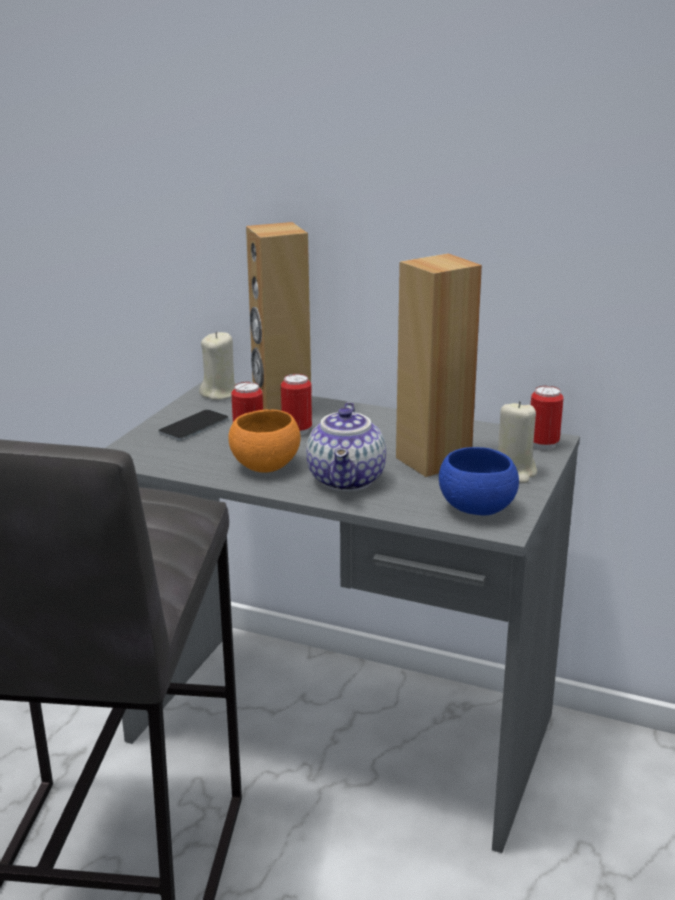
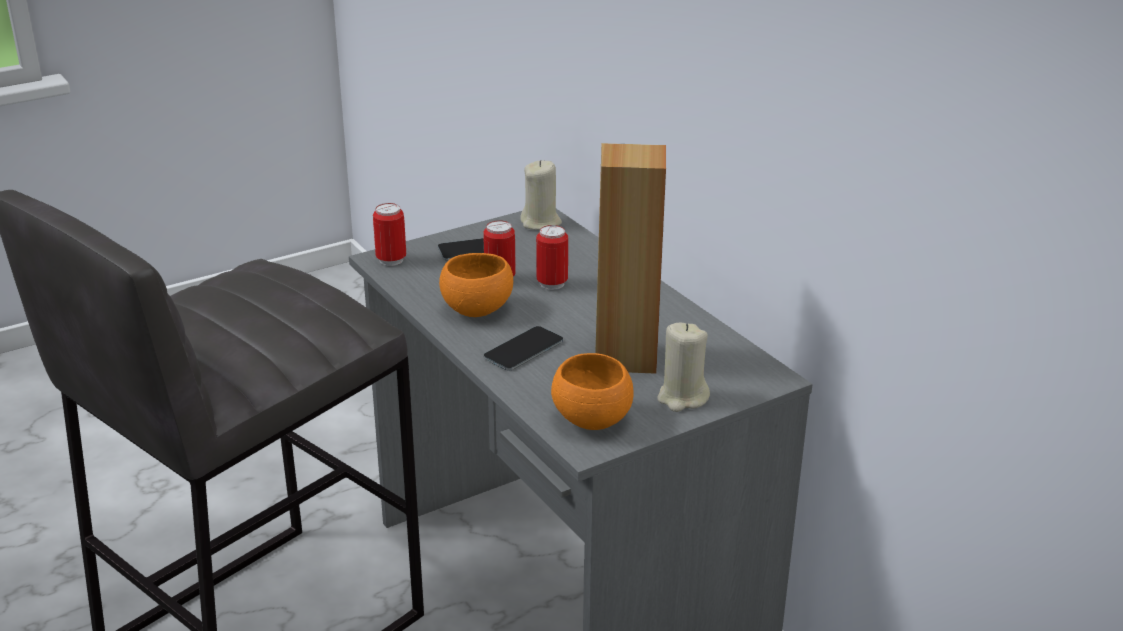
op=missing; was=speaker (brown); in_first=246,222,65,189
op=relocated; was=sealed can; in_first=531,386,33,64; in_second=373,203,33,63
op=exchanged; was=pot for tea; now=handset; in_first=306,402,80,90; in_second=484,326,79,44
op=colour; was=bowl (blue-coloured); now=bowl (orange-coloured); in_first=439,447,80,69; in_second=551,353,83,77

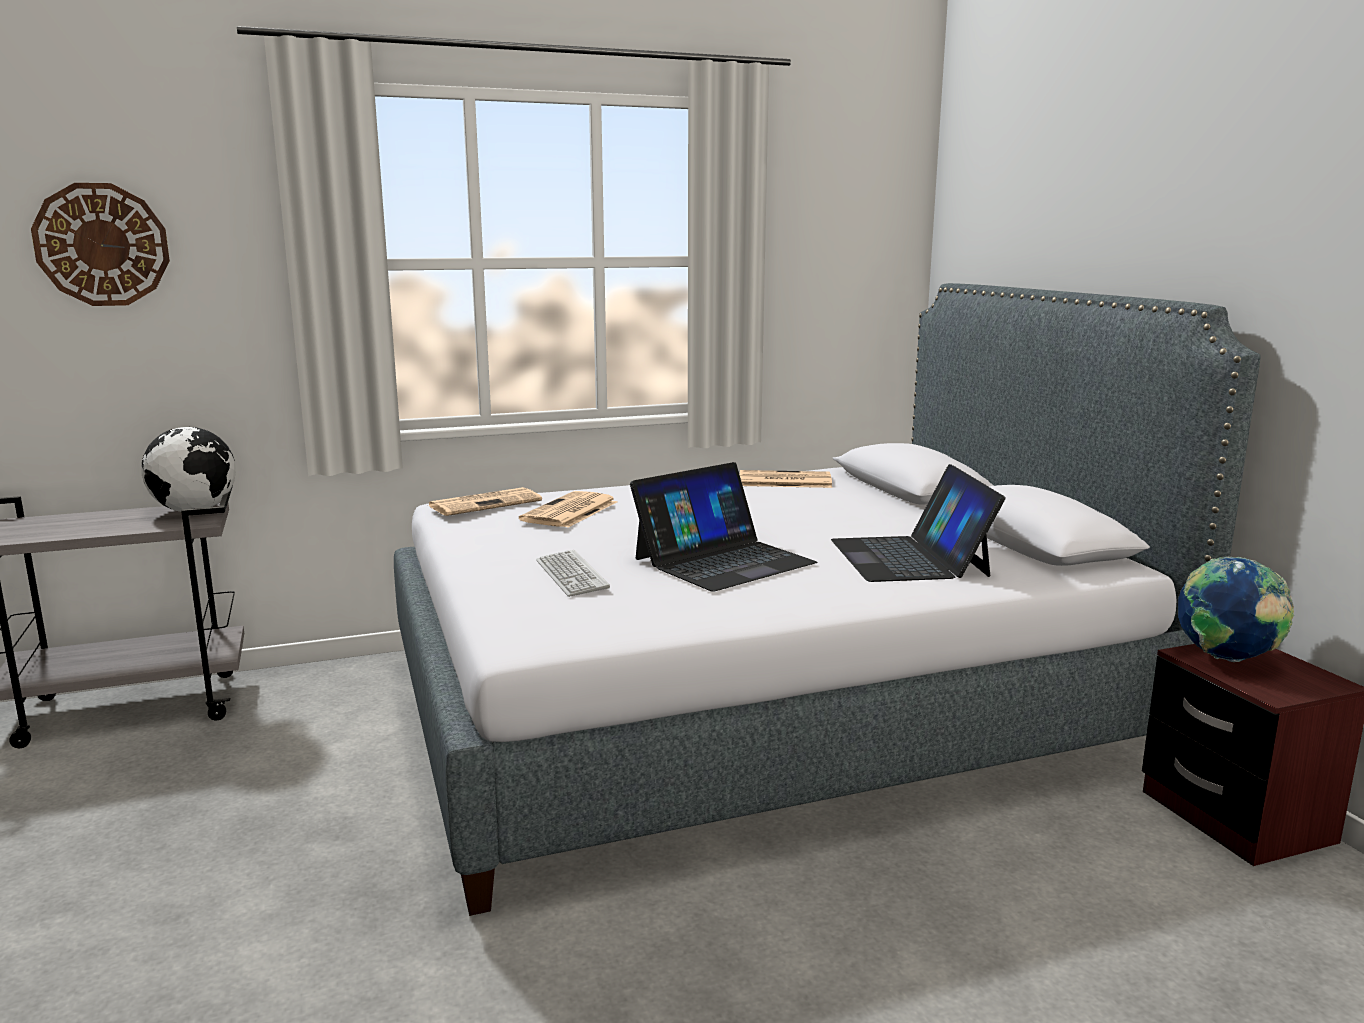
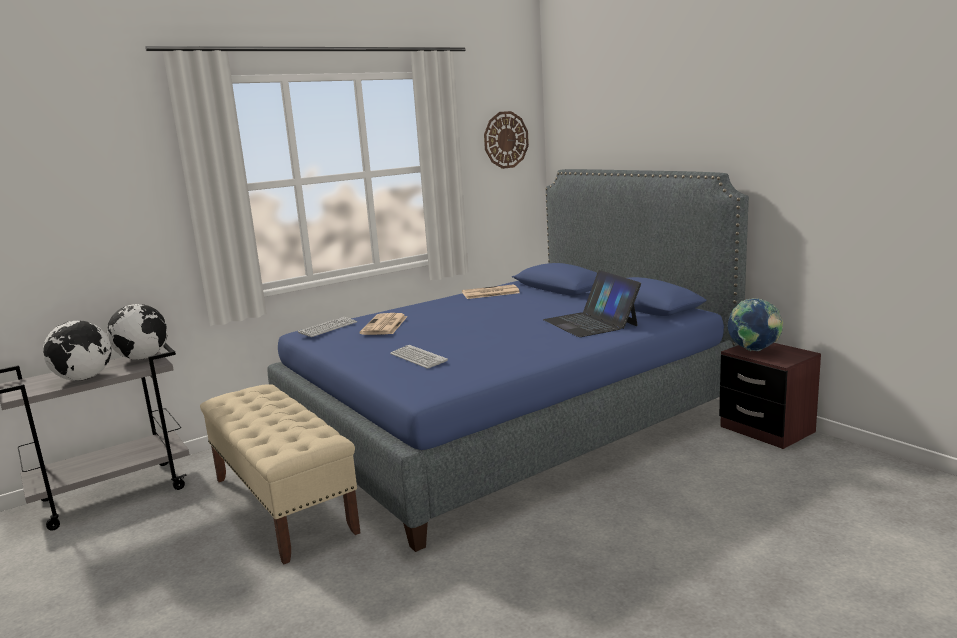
op=missing; was=notebook computer; in_first=630,462,187,130
op=appeared; now=desk globe; in_second=43,321,68,60
op=appeared; now=long seat (sand-coloured); in_second=200,384,160,180
op=relocated; was=hanging clock; in_first=31,183,139,123; in_second=484,111,45,58
op=exchanged; was=printed paper; now=PC keyboard; in_first=427,487,115,29; in_second=298,317,59,20
op=colour; was=bed (greyish); now=bed (blue-coloured); in_first=394,283,867,633; in_second=267,169,482,383

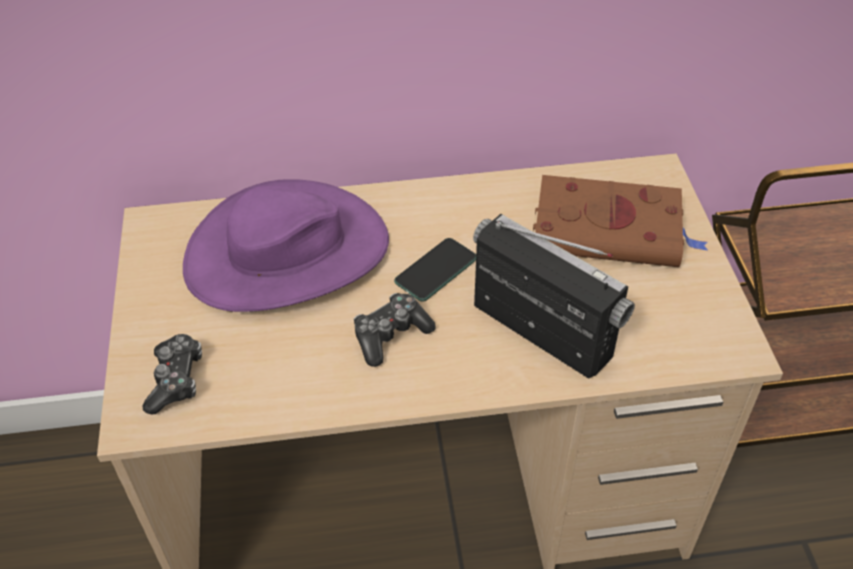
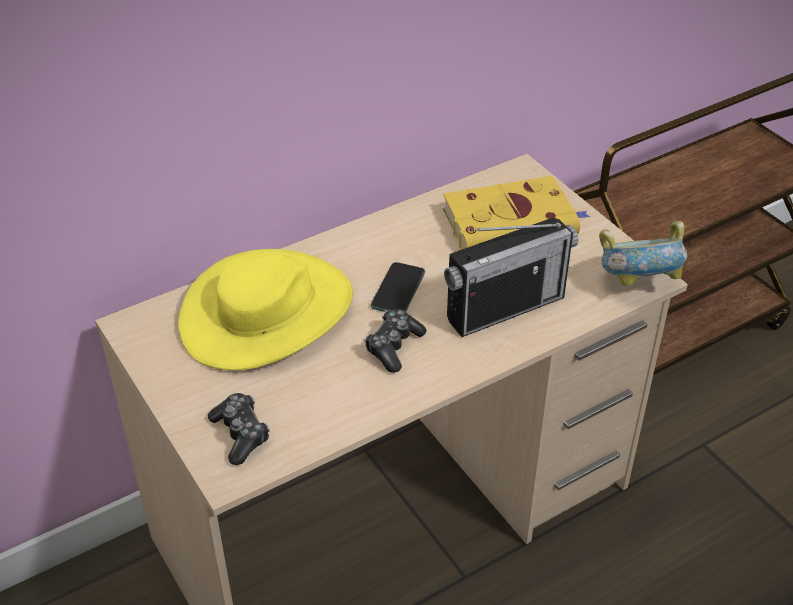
op=appeared; now=bowl; in_second=599,220,88,66
op=colour; was=wearable hat (purple-coloured); now=wearable hat (yellow); in_first=183,179,206,133; in_second=178,249,175,122
op=colour; was=book (brown); now=book (yellow); in_first=533,175,175,92; in_second=443,176,148,74
op=spun; was=radio set; in_first=473,214,162,165; in_second=444,218,134,119; clockwise=135

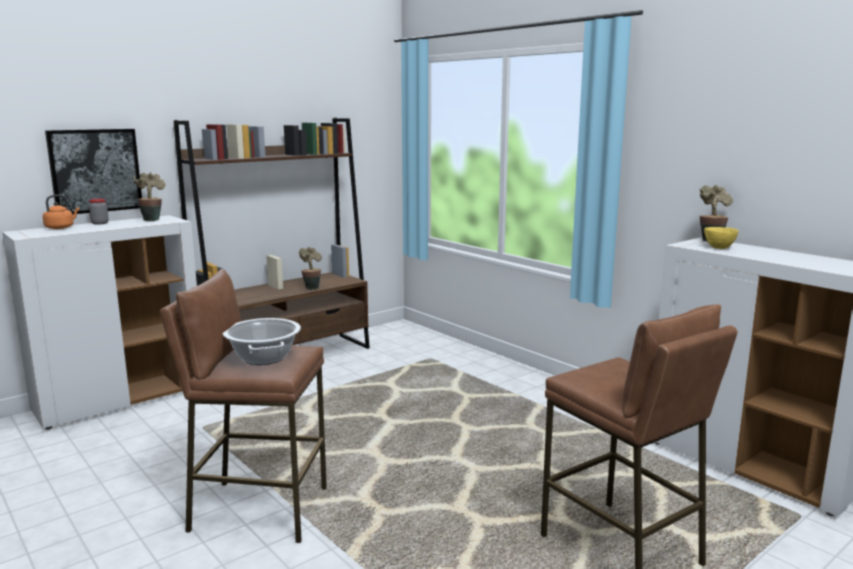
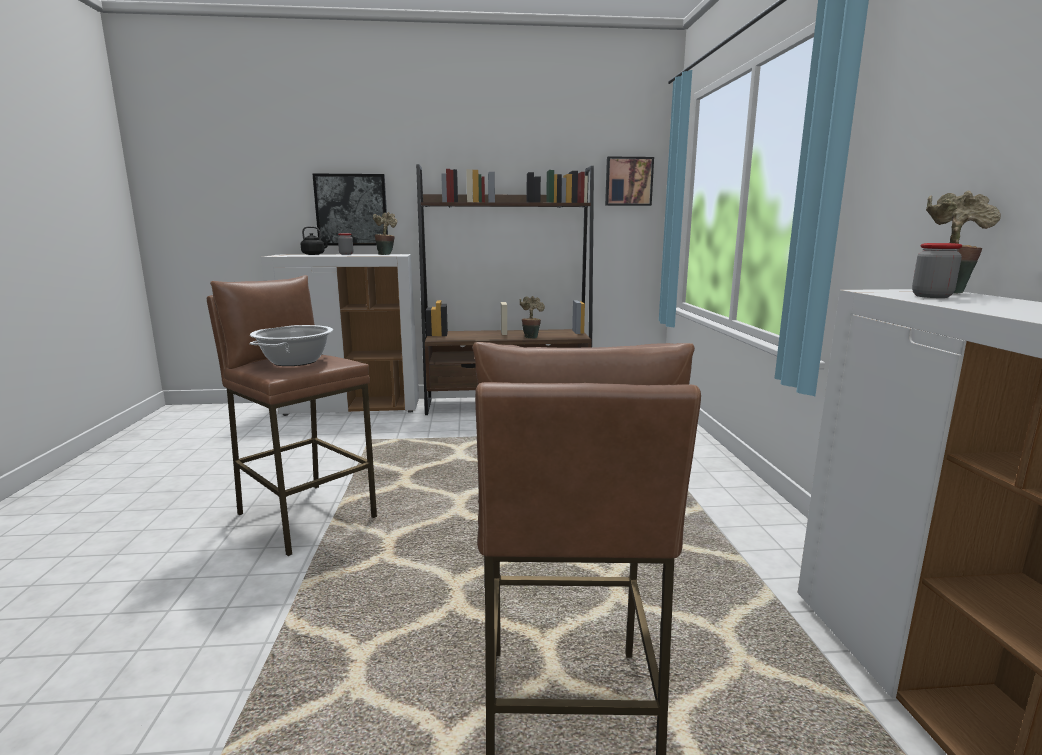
op=appeared; now=wall art; in_second=605,156,49,50
op=exchanged; was=bowl (yellow); now=jar; in_first=704,227,35,22; in_second=912,243,50,55
op=colour; was=water kettle (orange-coloured); now=water kettle (black-coloured); in_first=43,195,37,34; in_second=301,226,29,29

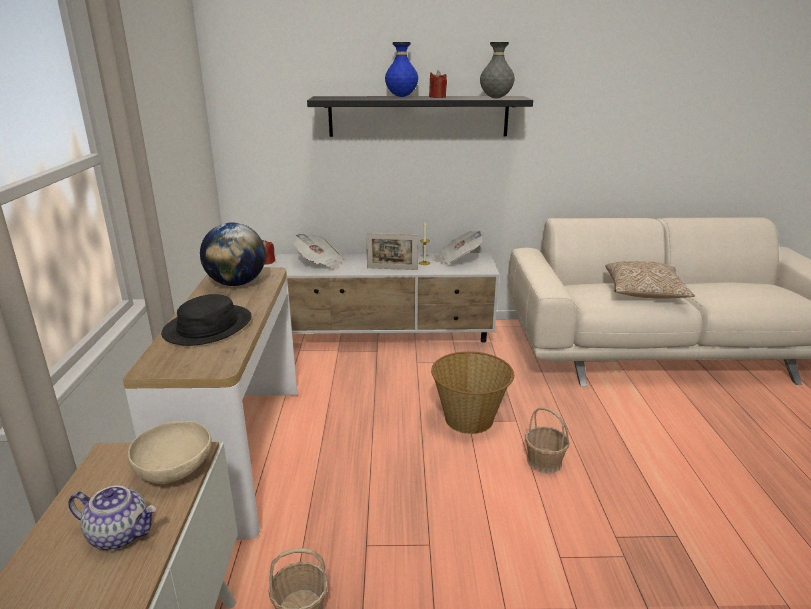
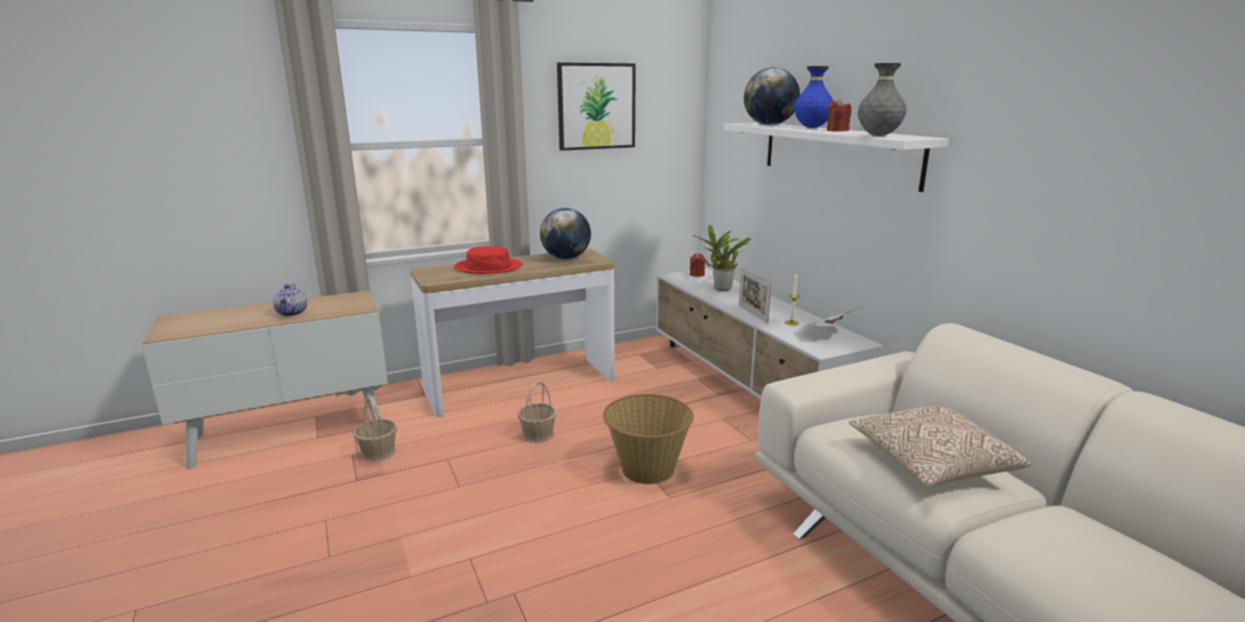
op=missing; was=bowl (sand-coloured); in_first=128,421,84,63
op=appeared; now=wall art; in_second=557,62,79,89
op=appeared; now=desk globe; in_second=744,67,56,58
op=relocated; was=basket; in_first=525,407,44,67; in_second=517,381,40,62
op=exchanged; was=printed paper; now=plant in a pot; in_first=294,233,50,37; in_second=693,225,58,66
op=colour; was=wearable hat (black-coloured); now=wearable hat (reddish); in_first=161,294,91,52; in_second=454,246,68,28
op=colour; was=wall shelf (black-coloured); now=wall shelf (white-coloured); in_first=307,96,226,41; in_second=724,123,225,69

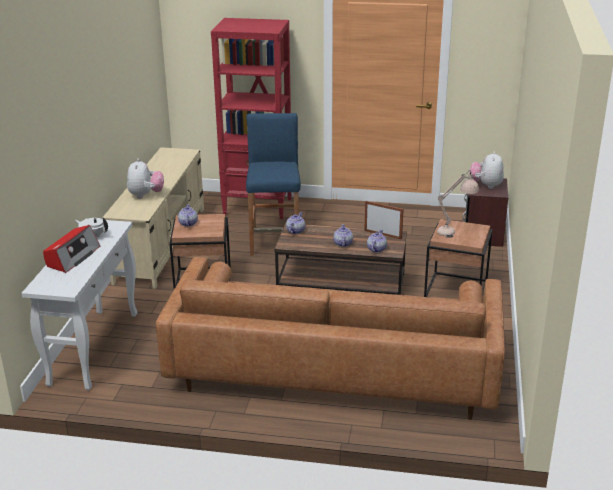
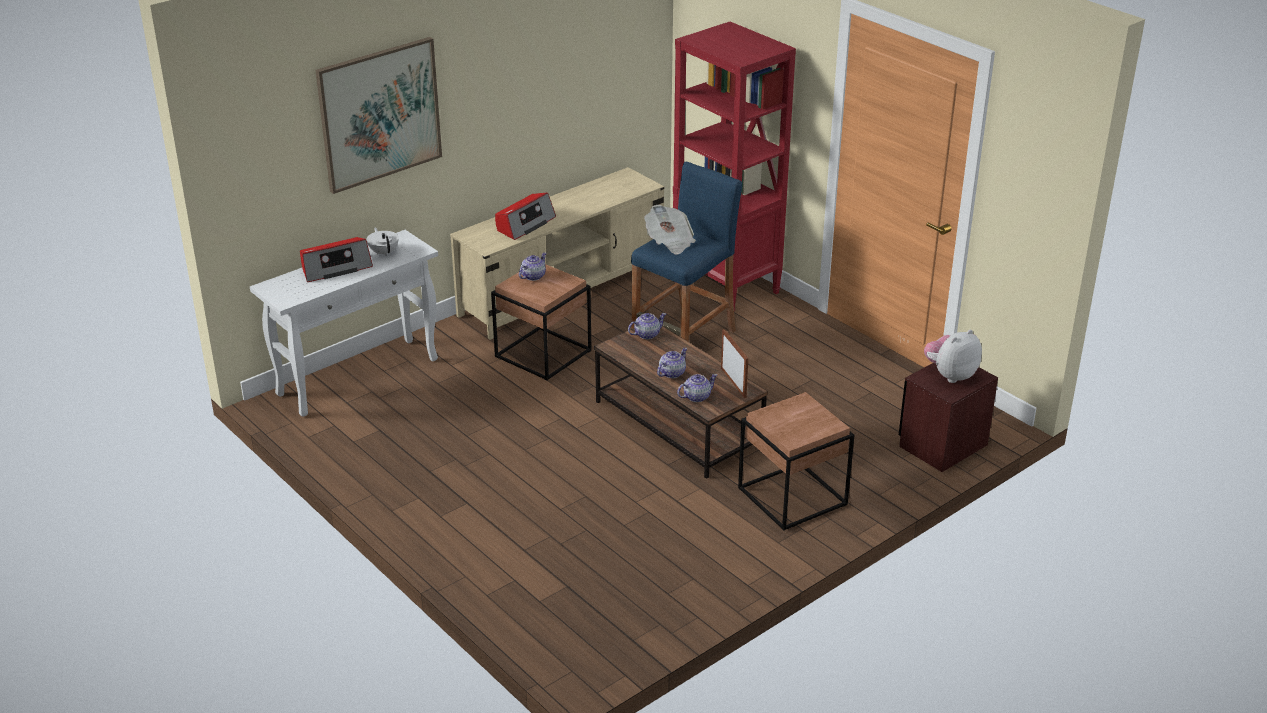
op=missing; was=sofa (brown); in_first=156,257,349,163
op=missing; was=tabletop lamp (sand-coloured); in_first=437,170,42,68
op=appeared; now=wall art; in_second=316,37,126,157
op=appeared; now=printed paper; in_second=644,205,52,50
op=exchanged; was=cuddly toy; now=radio set; in_first=127,158,37,41; in_second=495,193,61,47

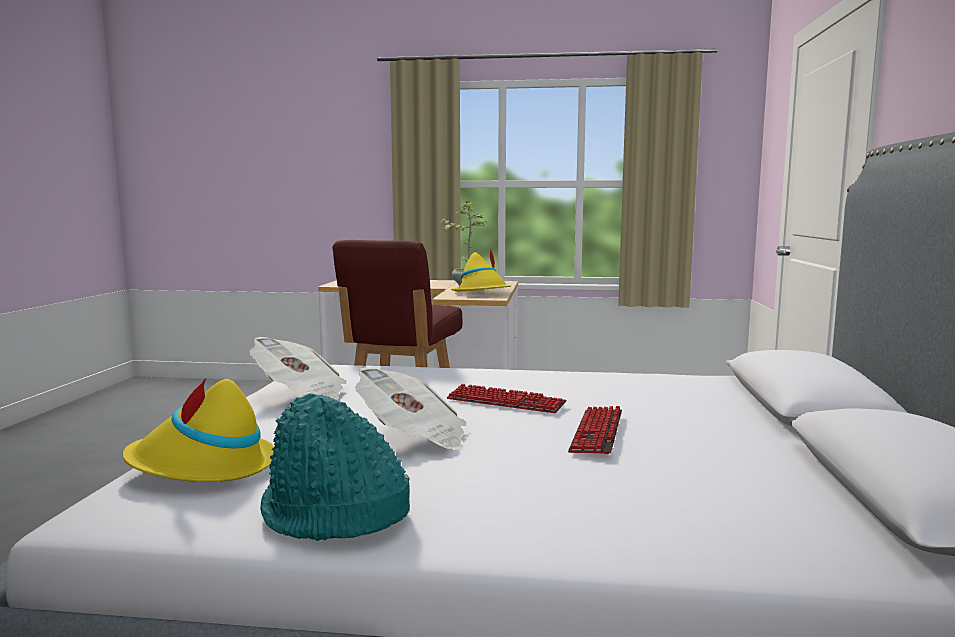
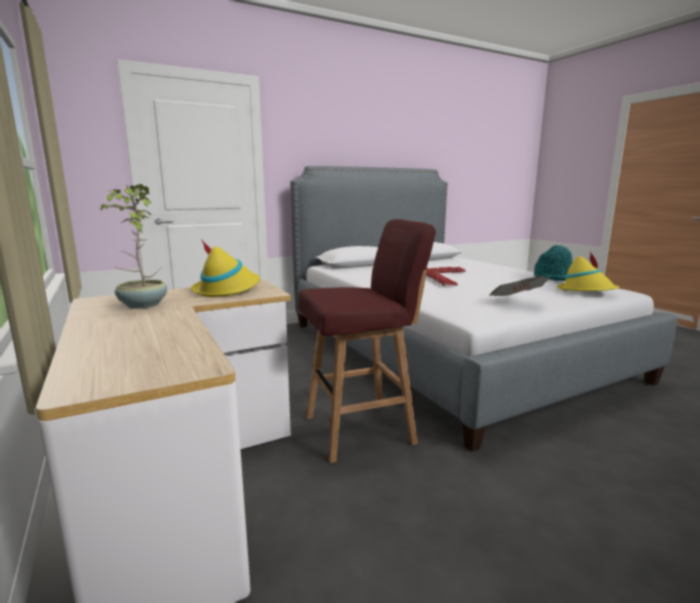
op=missing; was=printed paper; in_first=355,367,111,83

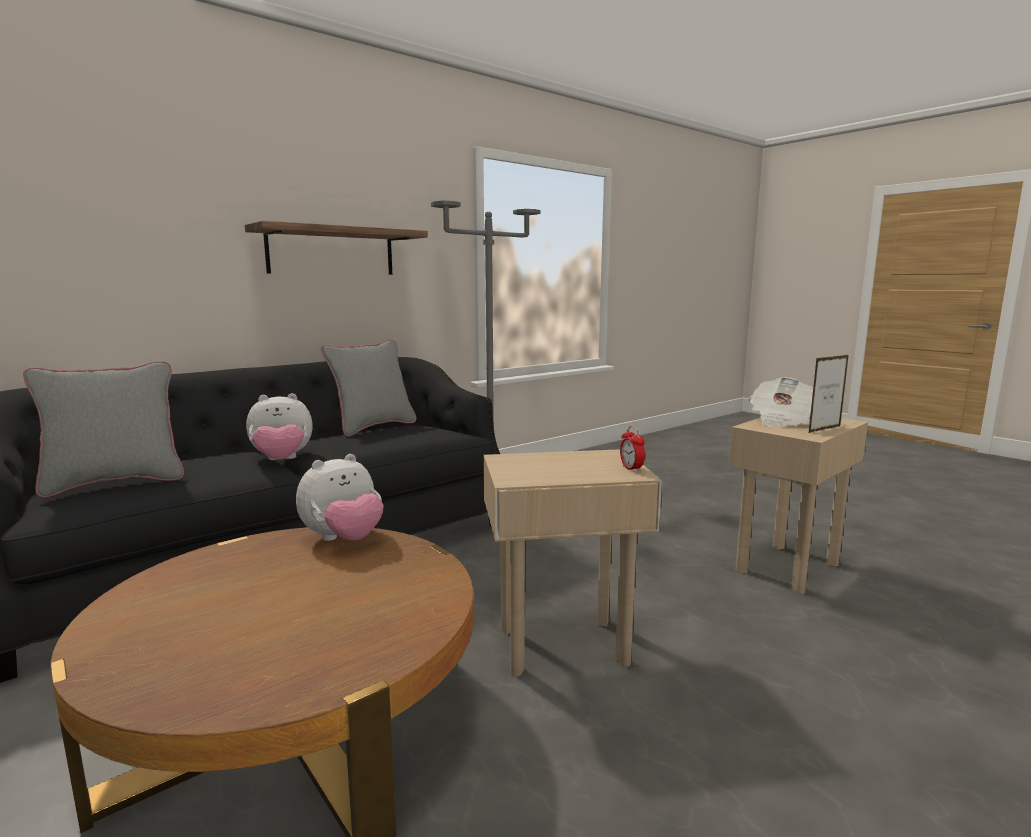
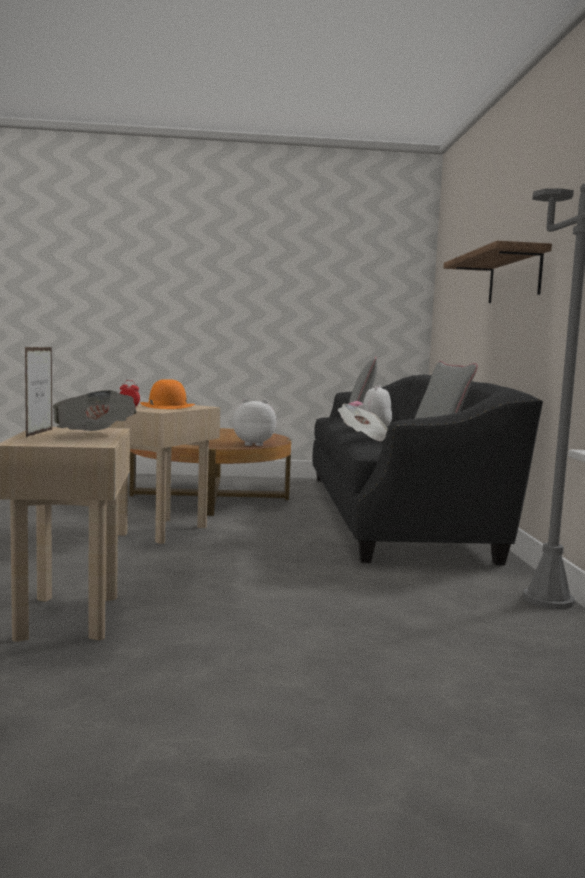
op=appeared; now=wearable hat (orange-coloured); in_second=140,379,55,30
op=appeared; now=printed paper; in_second=338,404,50,37
op=spun; was=cuddly toy; in_first=296,454,87,87; in_second=233,399,44,47; clockwise=90

